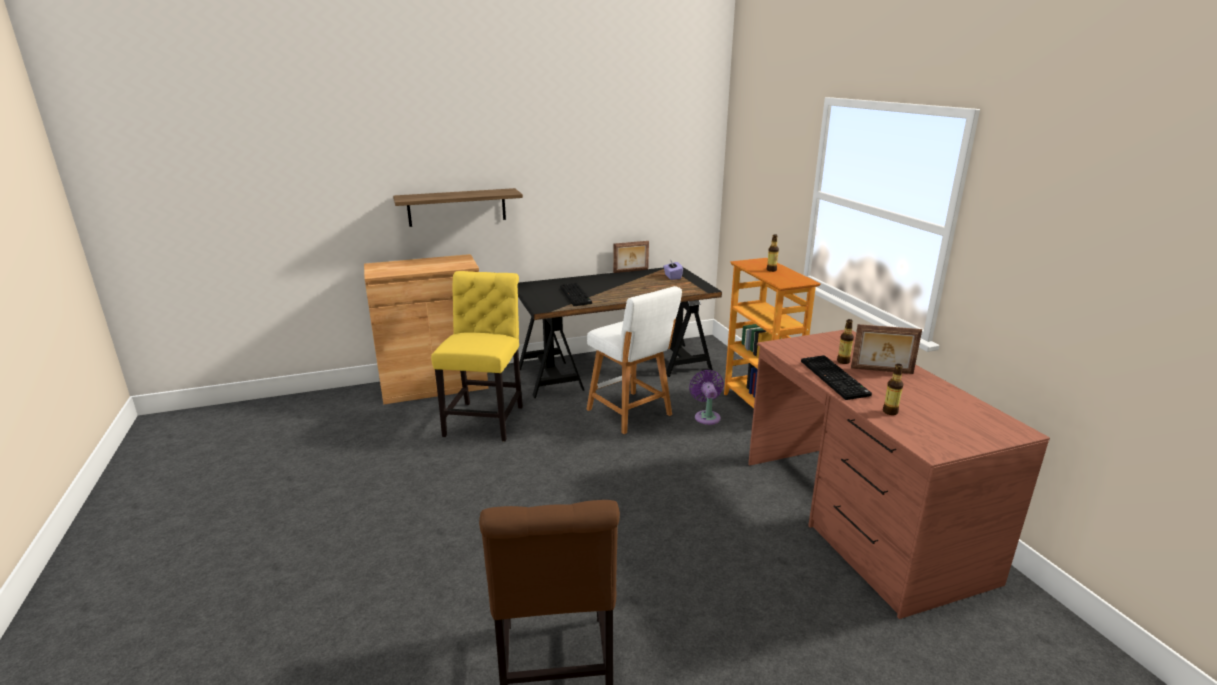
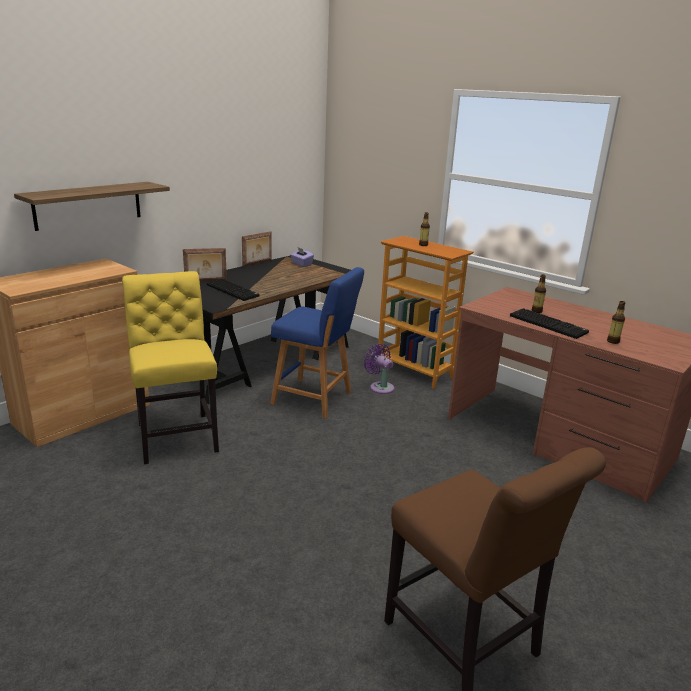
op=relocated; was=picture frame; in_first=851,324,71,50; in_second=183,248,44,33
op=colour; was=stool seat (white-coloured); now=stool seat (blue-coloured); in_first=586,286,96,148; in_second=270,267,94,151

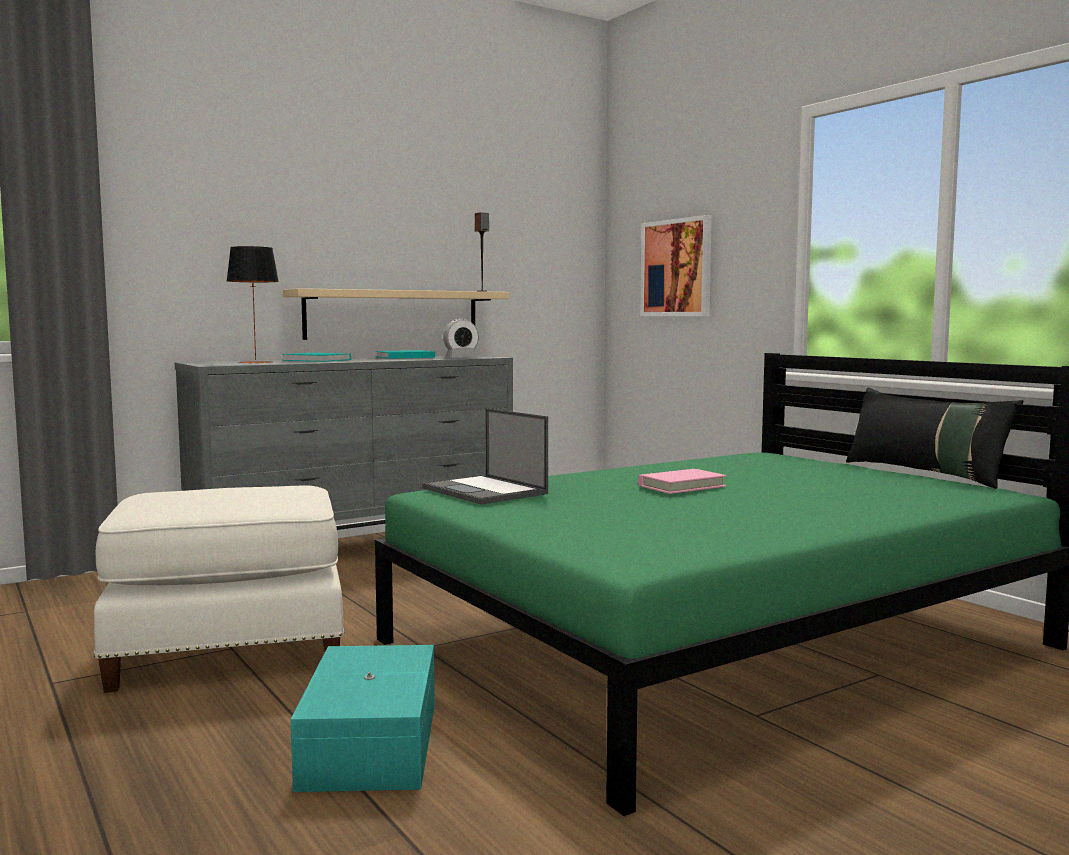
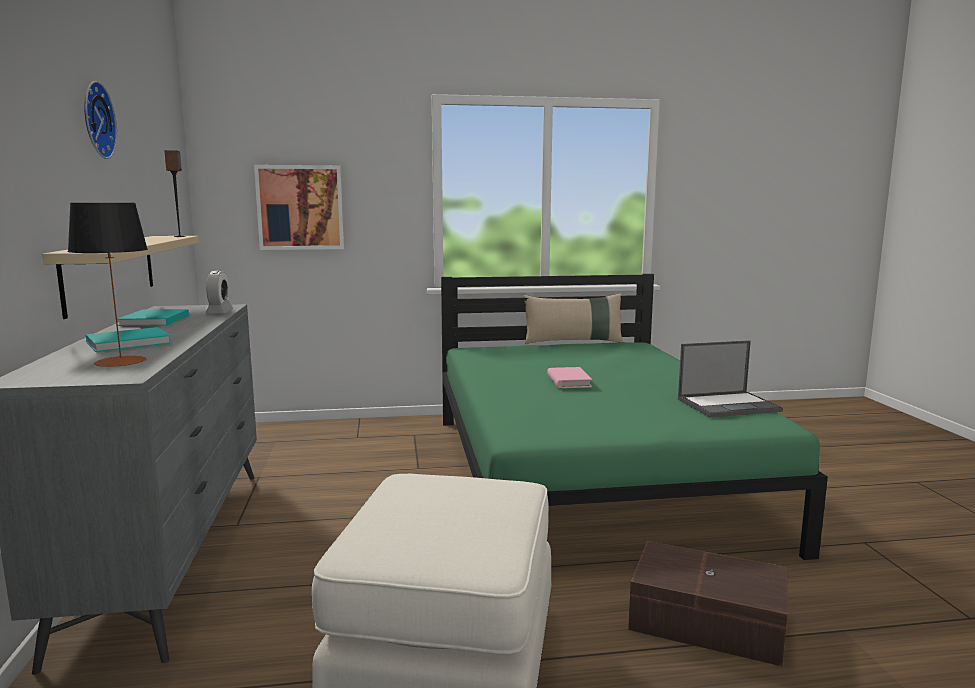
op=appeared; now=hanging clock; in_second=84,81,33,78
op=relocated; was=notebook computer; in_first=422,408,126,96; in_second=678,340,105,77
op=colour; was=storage bin (blue-green); now=storage bin (brown); in_first=290,645,145,147; in_second=628,541,160,125
op=colour; was=cushion (black-coloured); now=cushion (sand-coloured); in_first=846,387,177,102; in_second=523,293,100,51

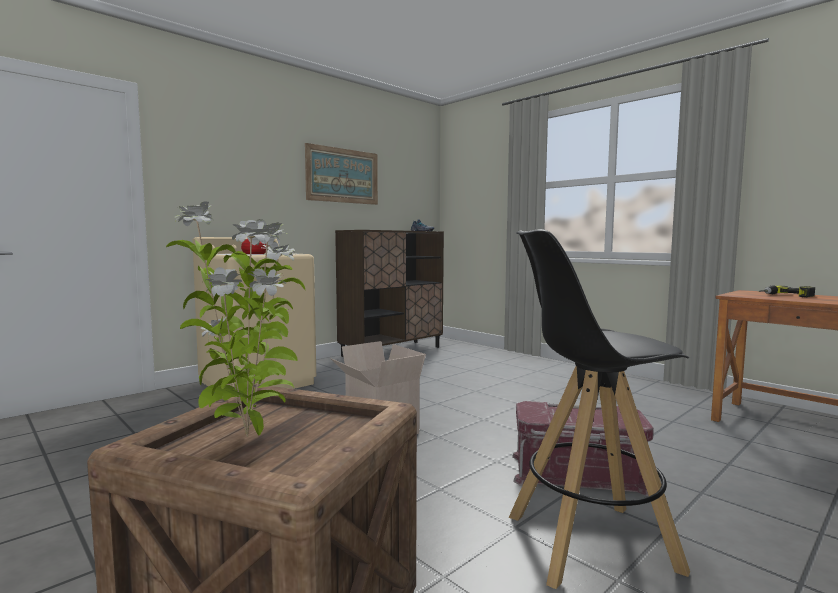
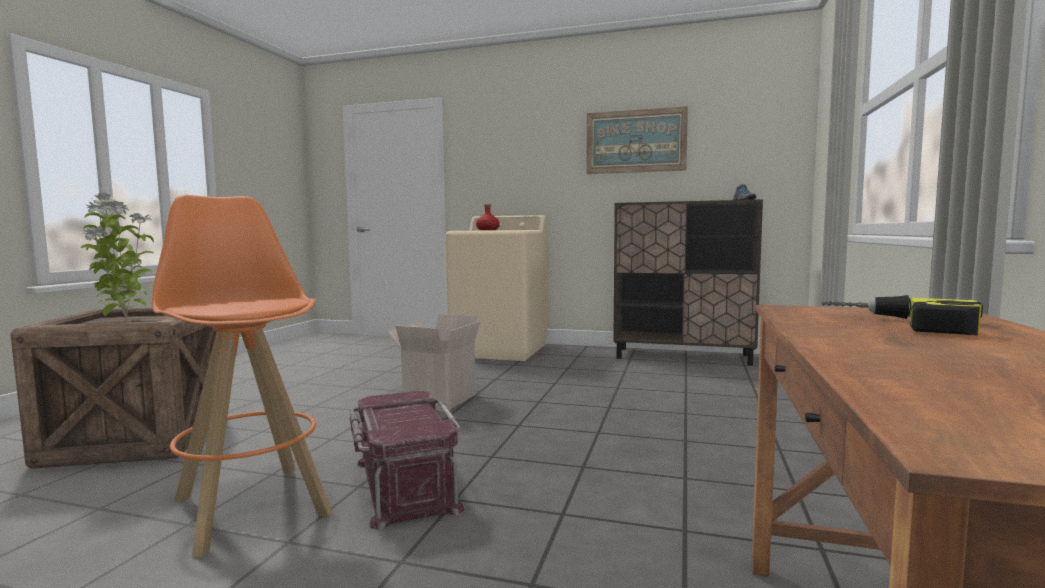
op=colour; was=stool seat (black-coloured); now=stool seat (orange-coloured); in_first=509,229,181,360; in_second=152,195,180,362

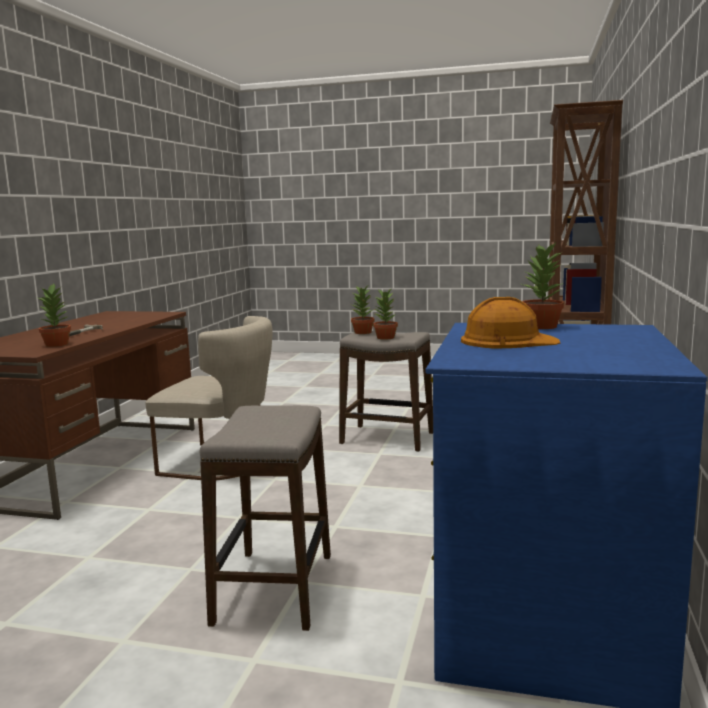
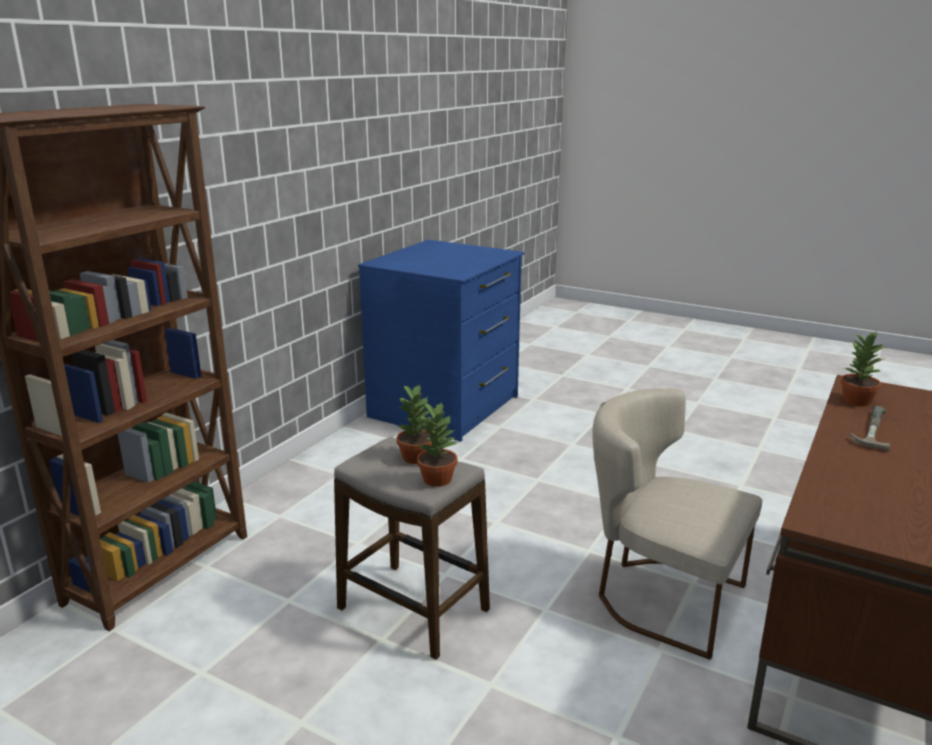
op=missing; was=stool seat; in_first=200,405,131,226
op=missing; was=work helmet (orange-coloured); in_first=461,297,100,52
op=missing; was=plant in a pot; in_first=522,241,42,88

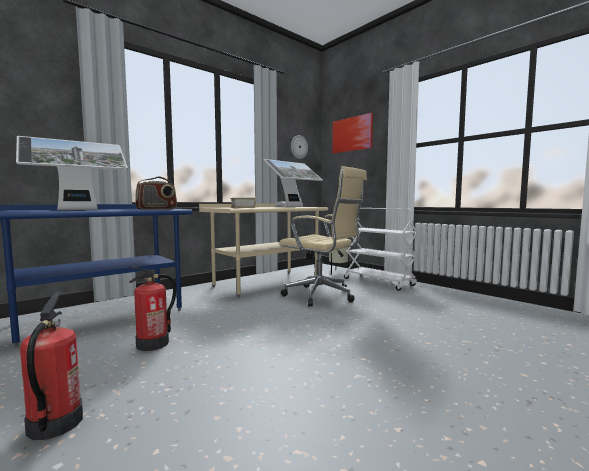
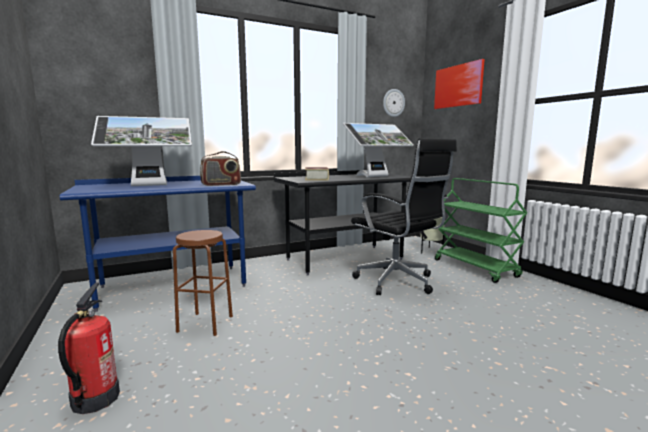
op=exchanged; was=extinguisher; now=stool seat (brown); in_first=129,267,47,84; in_second=173,230,60,106
op=colour; was=desk table (sand-coloured); now=desk table (black-coloured); in_first=199,203,129,95; in_second=274,170,137,106
op=colour; was=computer chair (sand-coloured); now=computer chair (black-coloured); in_first=279,166,88,141; in_second=351,138,106,157
op=colour; was=wheeled cart (white-coloured); now=wheeled cart (green); in_first=344,208,73,83; in_second=435,178,92,105

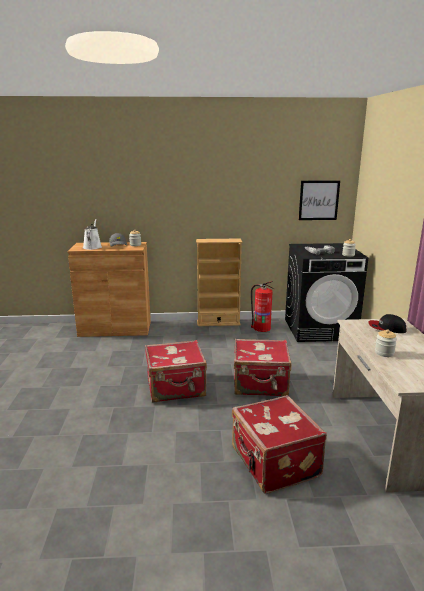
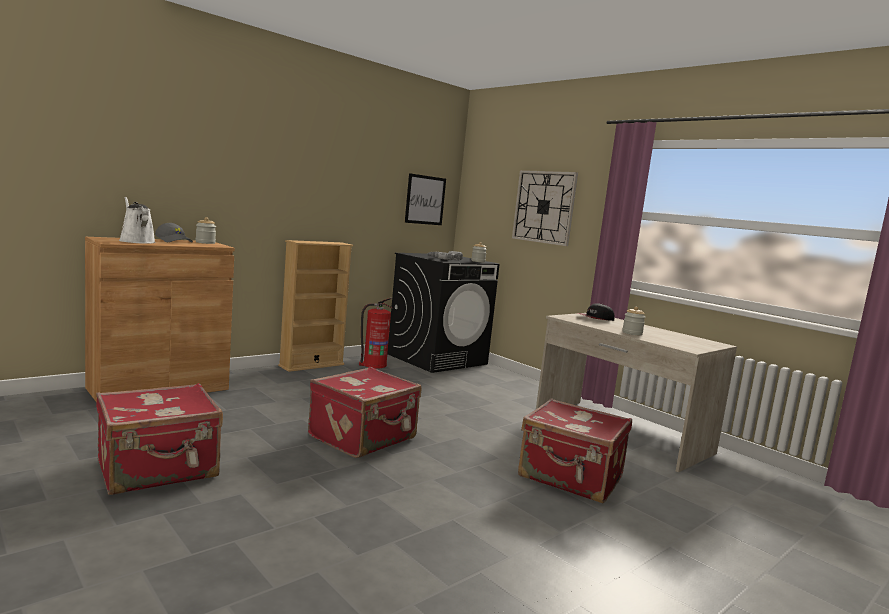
op=appeared; now=hanging clock; in_second=512,170,66,76
op=relocated; was=piece of luggage (reddish); in_first=234,339,58,57; in_second=96,383,127,112

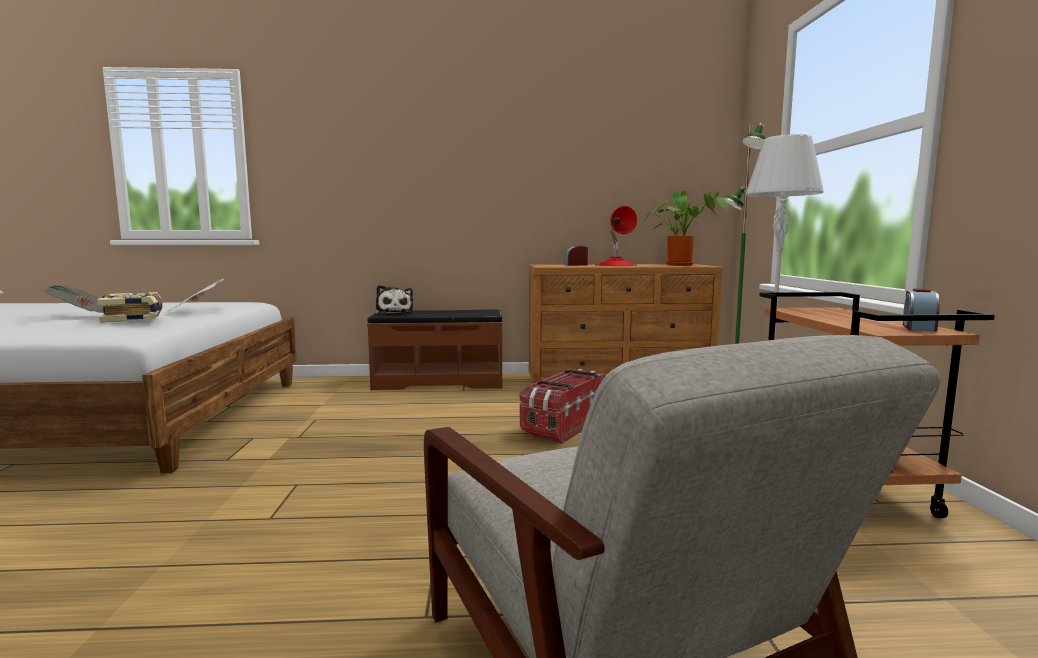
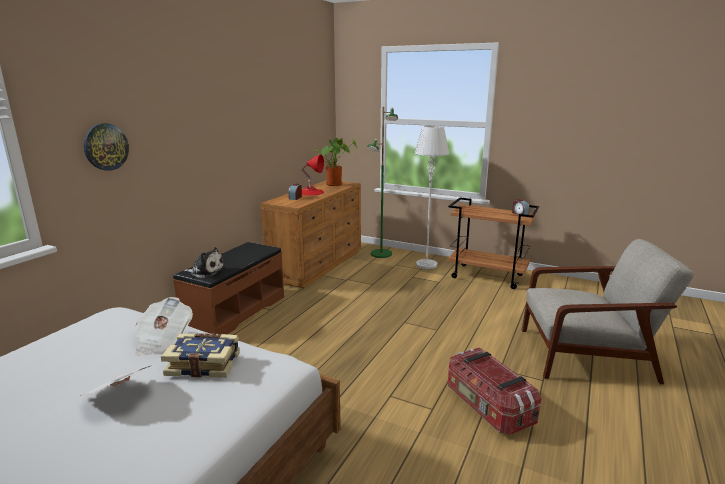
op=appeared; now=hanging clock; in_second=84,123,45,48
op=relocated; was=storage bin; in_first=519,369,87,75; in_second=448,347,93,88

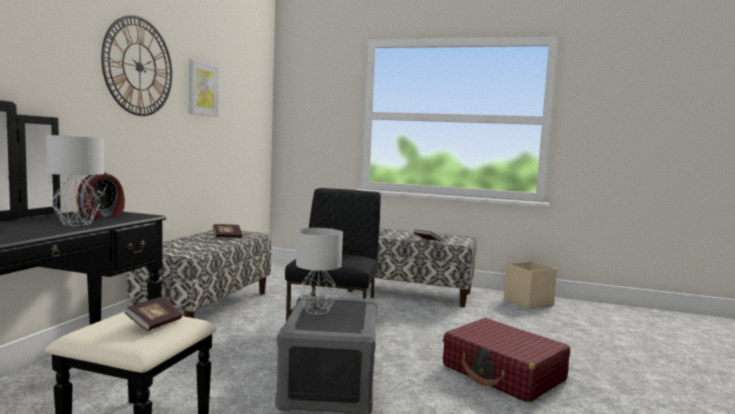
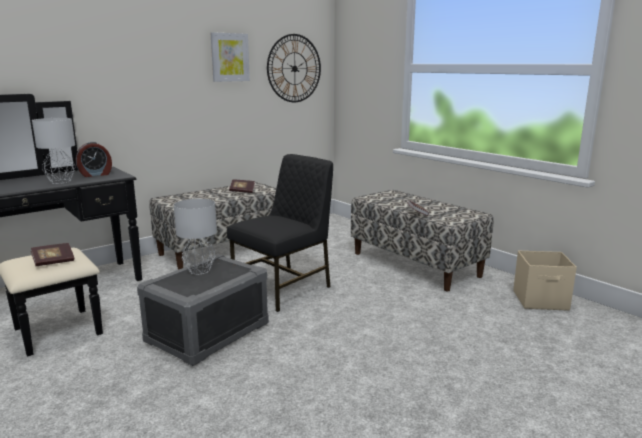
op=missing; was=piece of luggage (reddish); in_first=443,318,127,85
op=relocated; was=hanging clock; in_first=101,15,71,101; in_second=267,34,54,68

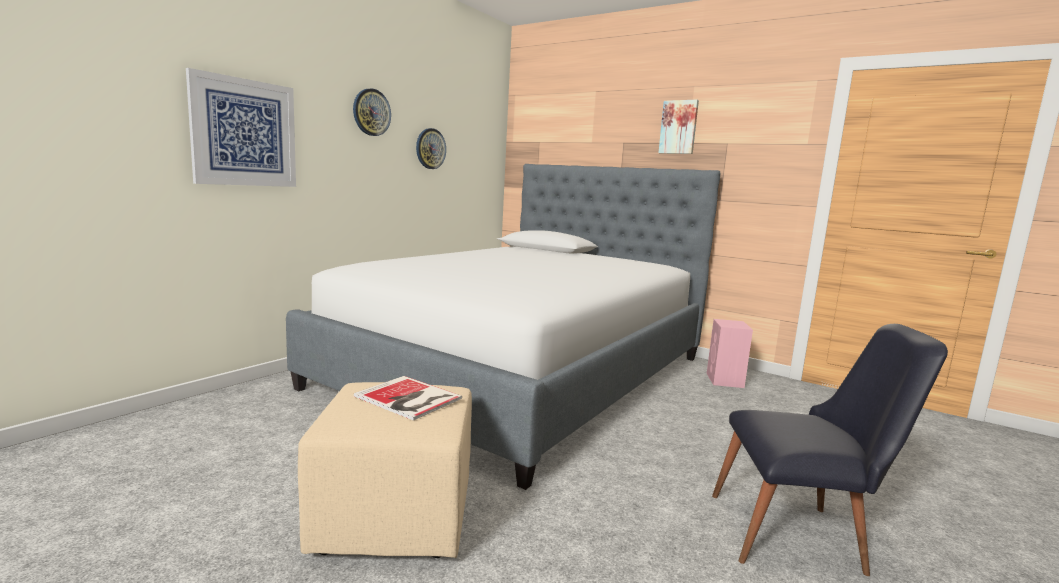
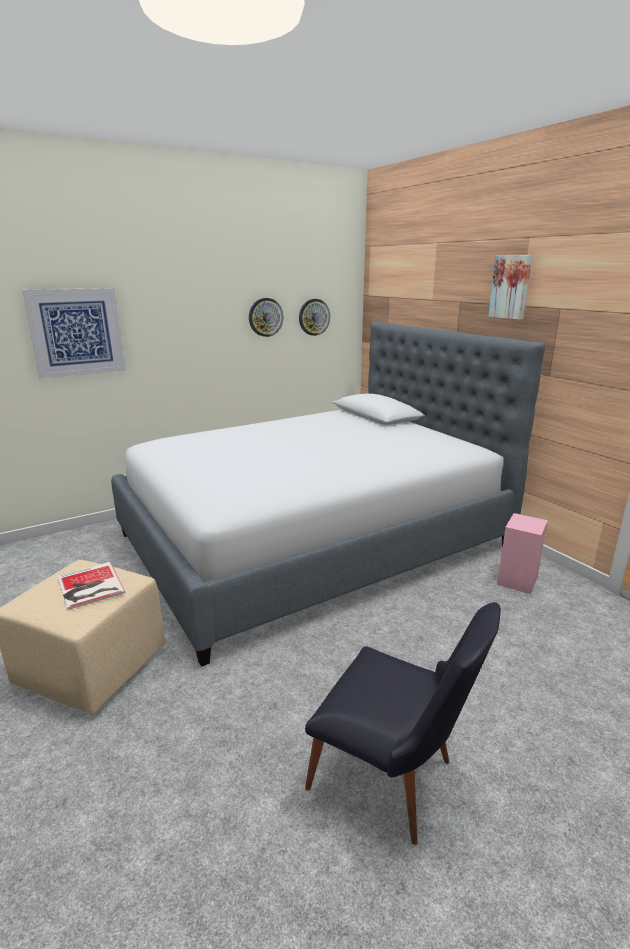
op=relocated; was=hanging clock; in_first=353,89,38,47; in_second=299,299,31,37

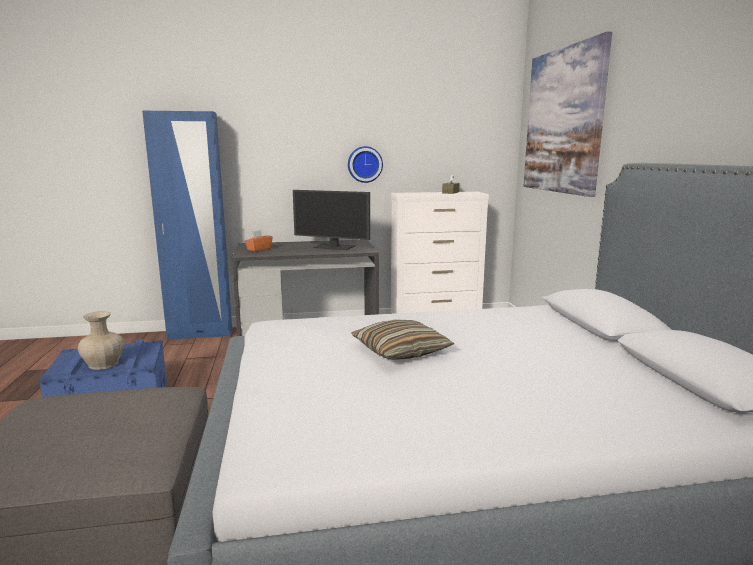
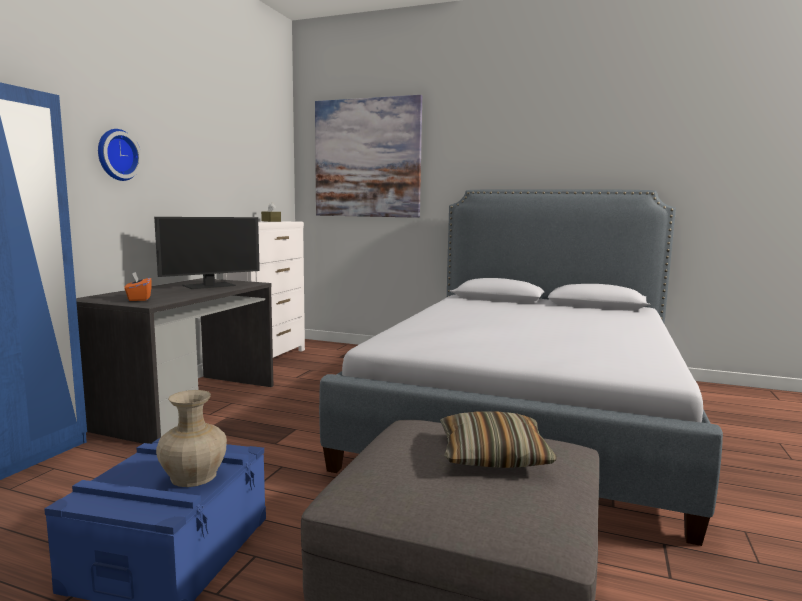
op=relocated; was=hanging clock; in_first=348,146,35,37; in_second=98,129,44,52
op=relocated; was=cushion; in_first=352,319,102,41; in_second=440,411,117,57

